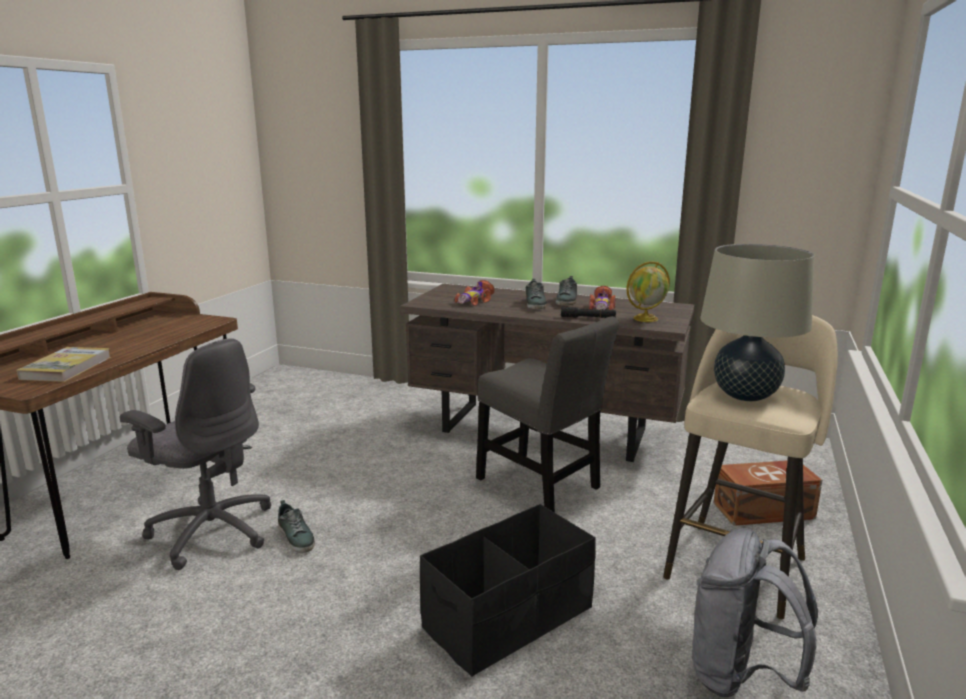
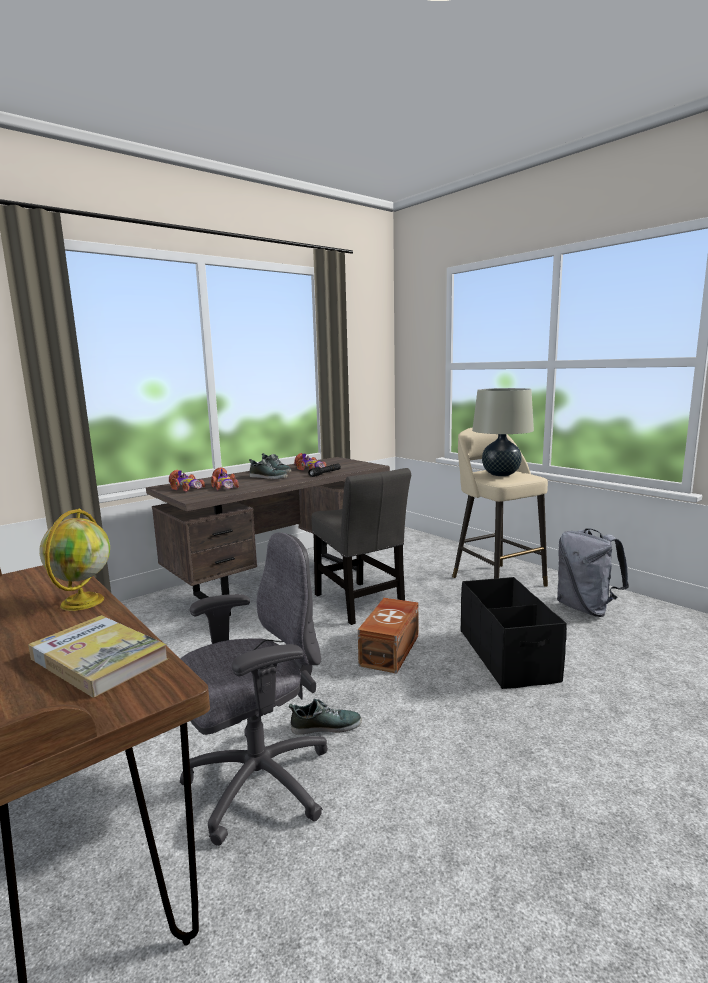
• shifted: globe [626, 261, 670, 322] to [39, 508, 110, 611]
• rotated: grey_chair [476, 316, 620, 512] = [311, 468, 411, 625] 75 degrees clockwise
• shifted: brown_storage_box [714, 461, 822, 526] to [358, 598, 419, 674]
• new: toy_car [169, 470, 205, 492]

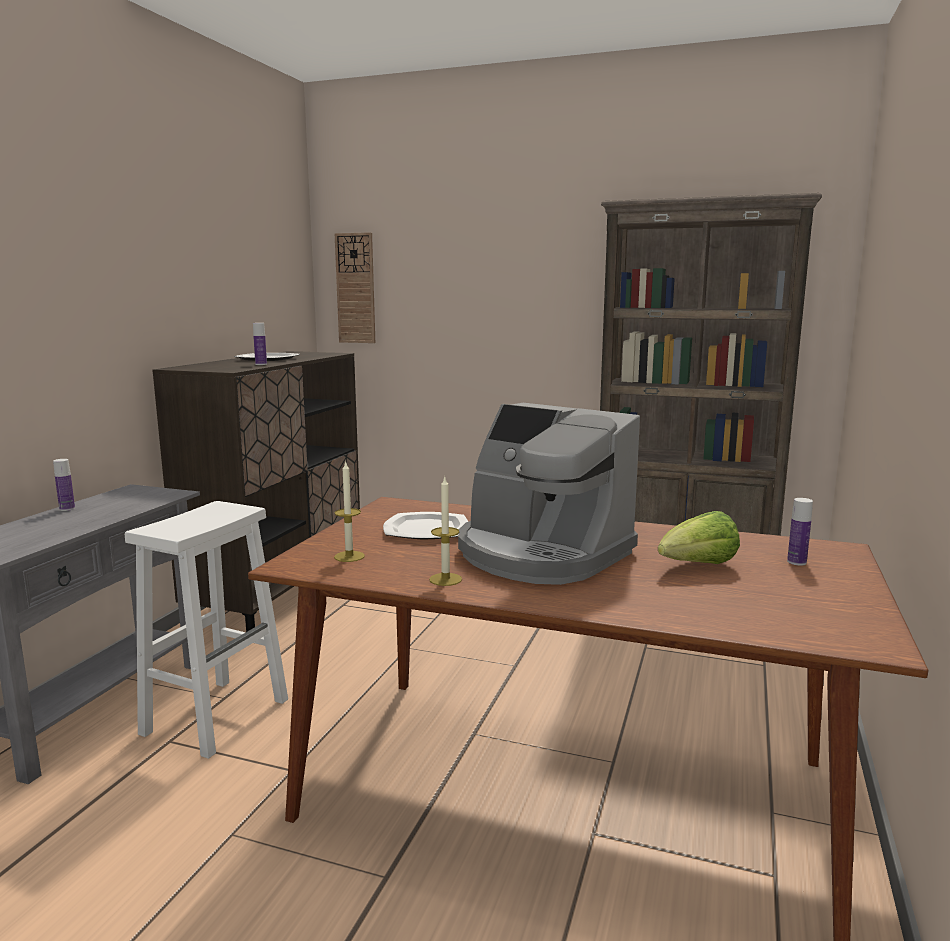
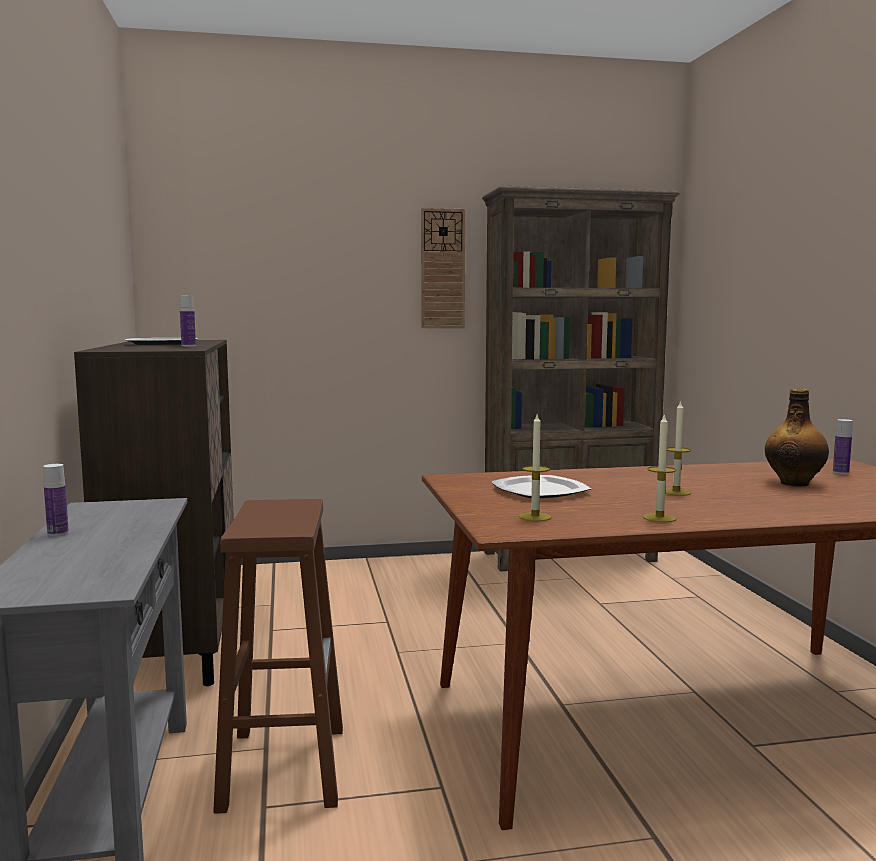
• shifted: wall_clock [335, 232, 375, 343] to [421, 208, 465, 328]
• swapped: coffee_machine [458, 403, 640, 585] to candle [665, 400, 691, 496]
• repainted: white_stool [125, 501, 288, 759] to brown_stool [213, 499, 343, 814]
• swapped: lettuce [658, 511, 740, 564] to bottle [765, 389, 829, 487]

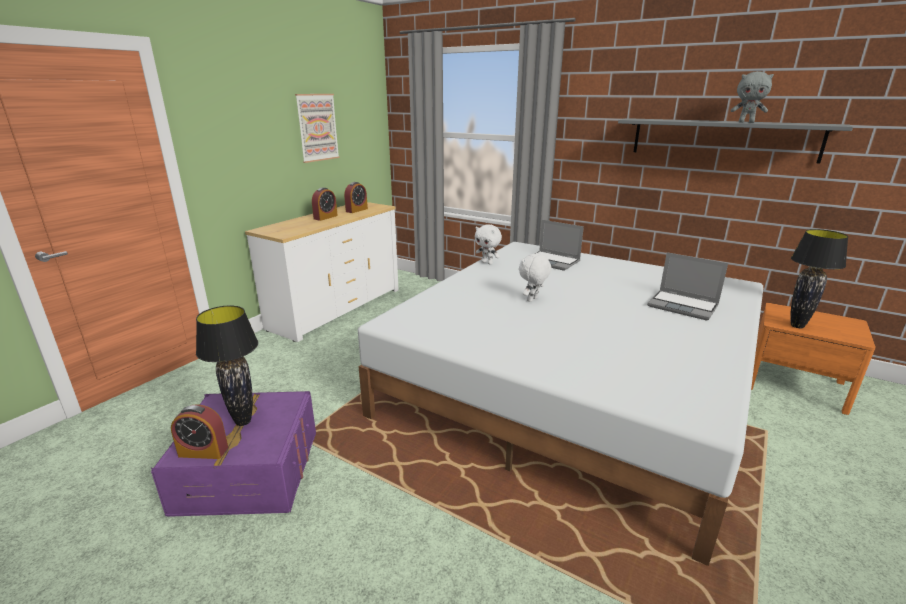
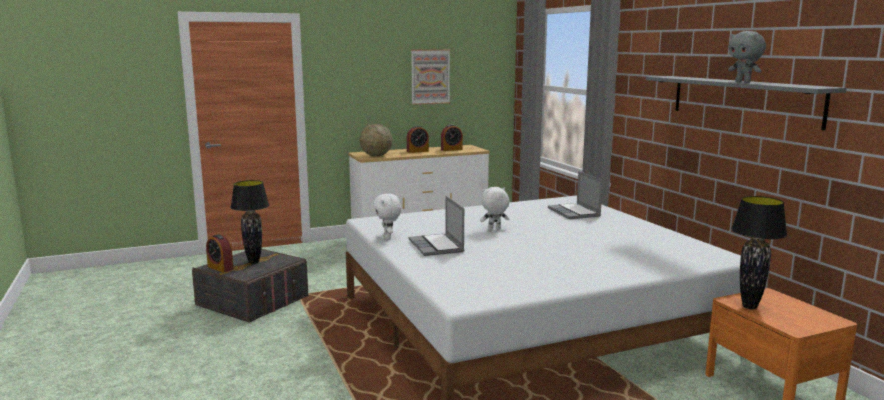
• shifted: white_plush_toy [475, 224, 502, 265] to [373, 194, 401, 240]
• shifted: laptop [647, 252, 728, 321] to [409, 196, 464, 256]
• repainted: purple_storage_box [151, 391, 316, 517] to grey_storage_box [192, 249, 308, 322]
• new: globe [360, 124, 392, 157]

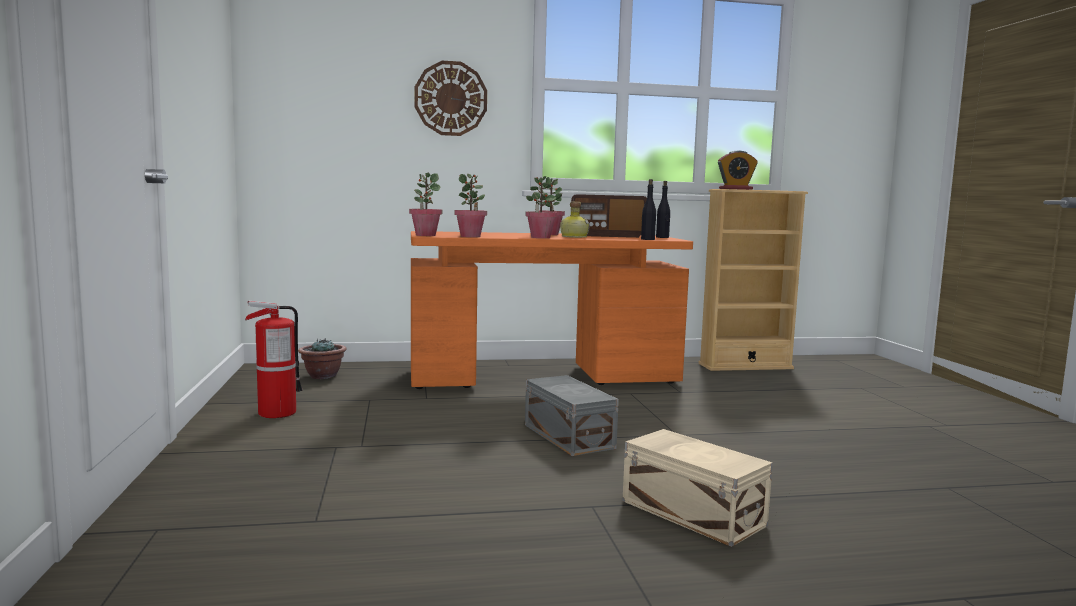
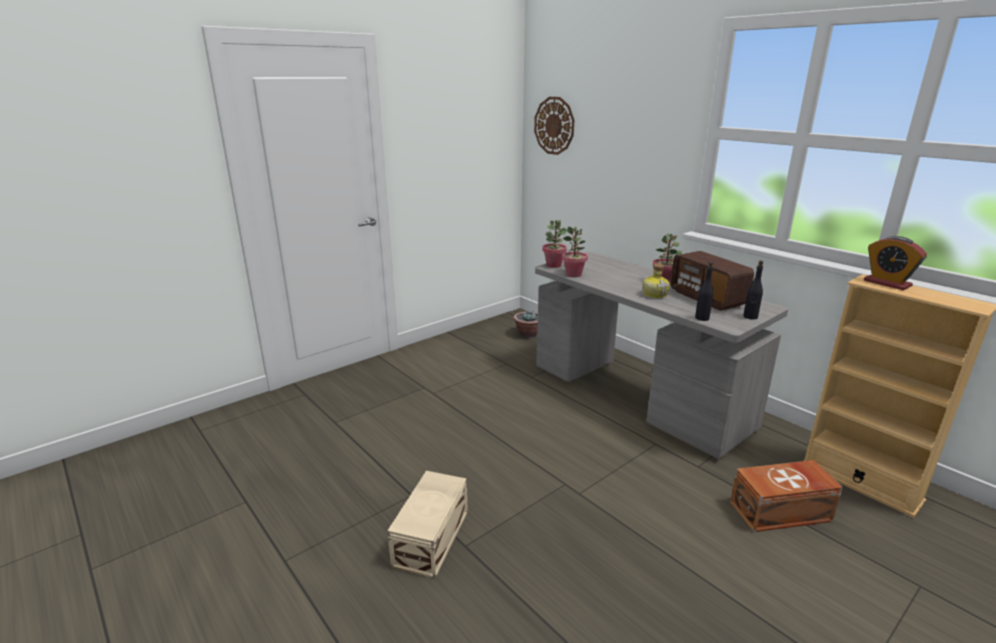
• shifted: wall_clock [414, 61, 487, 136] to [534, 97, 574, 155]
• gone: potted_plant [525, 176, 557, 238]
• repainted: orange_desk [411, 231, 693, 389] to grey_desk [535, 252, 788, 458]
• gone: fire_extinguisher [245, 301, 303, 418]
• gone: grey_storage_box [525, 375, 619, 456]
• new: brown_storage_box [730, 460, 843, 532]

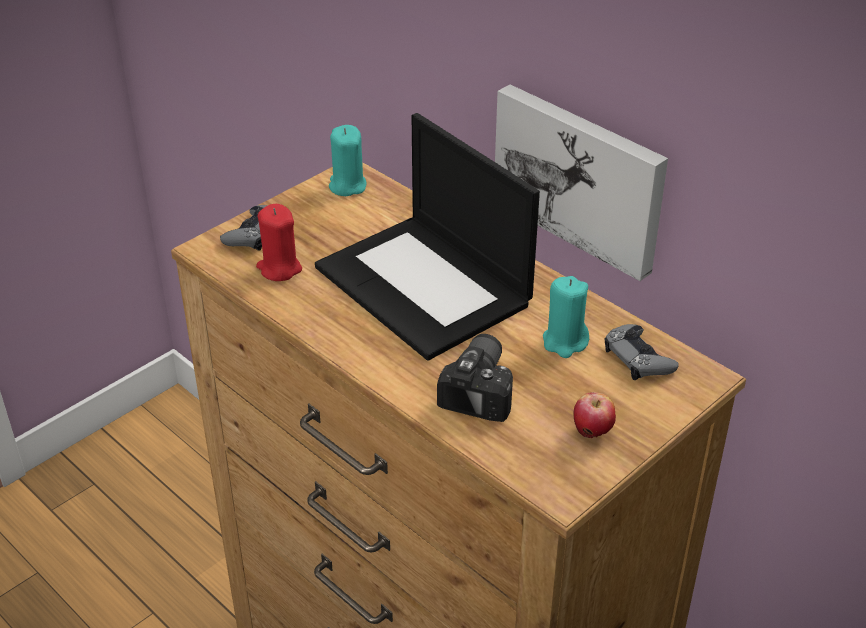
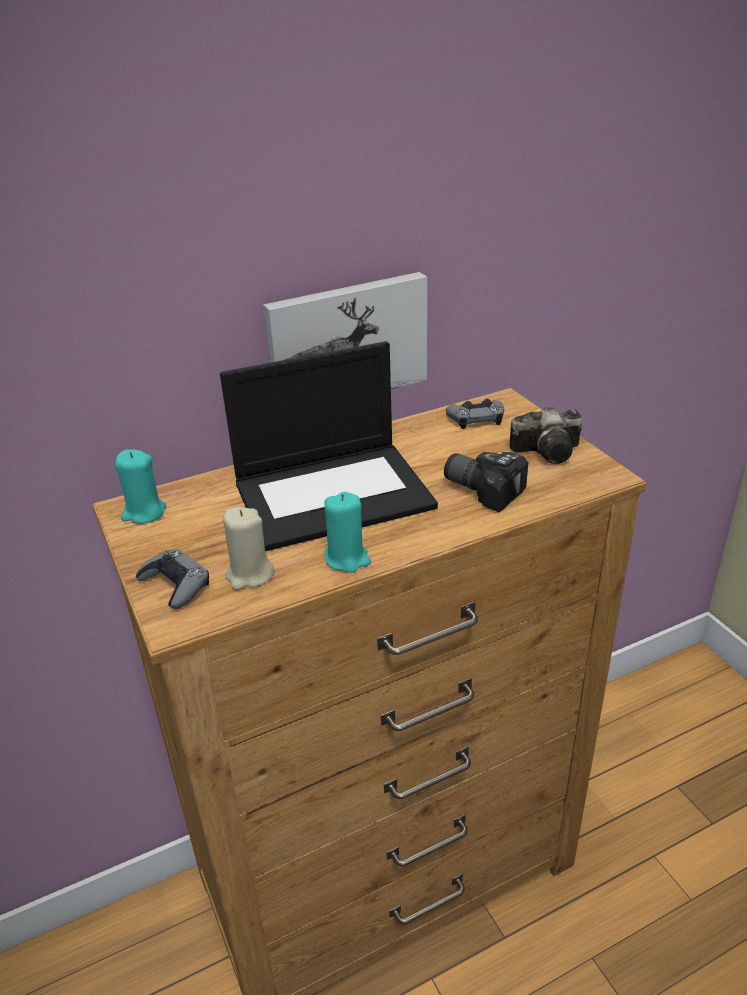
• repainted: red_candle [256, 204, 302, 281] to beige_candle [223, 507, 275, 590]
• shifted: turquoise_candle [543, 276, 589, 358] to [324, 492, 371, 573]
• swapped: apple [574, 392, 616, 438] to photo_camera [510, 407, 582, 464]

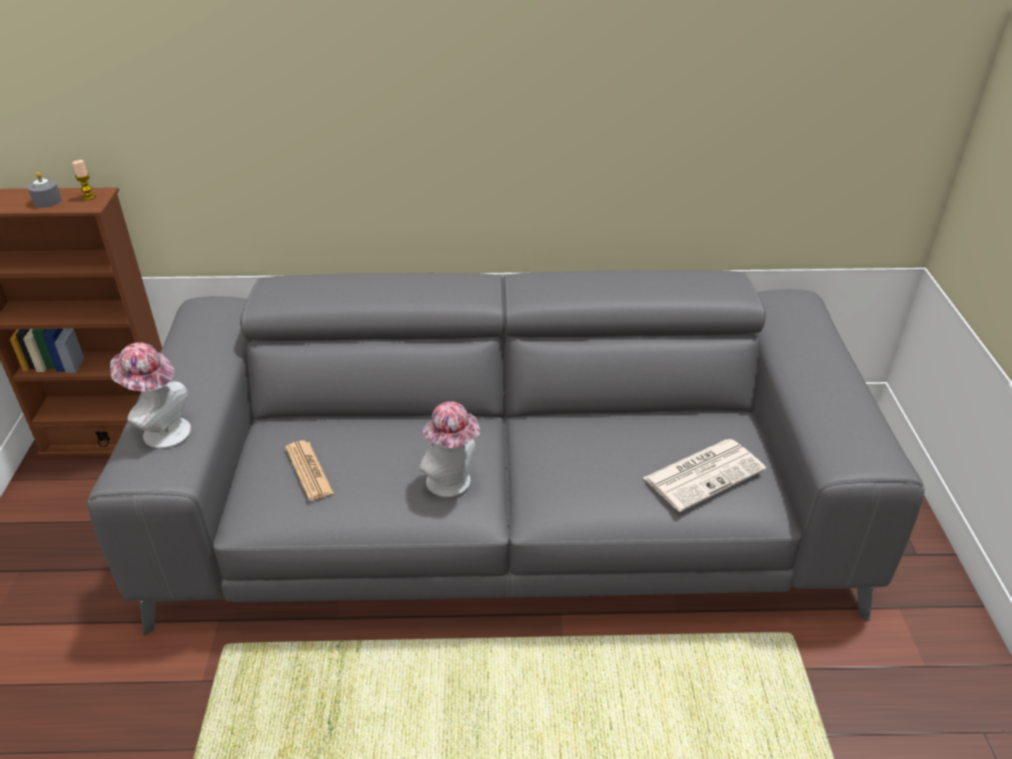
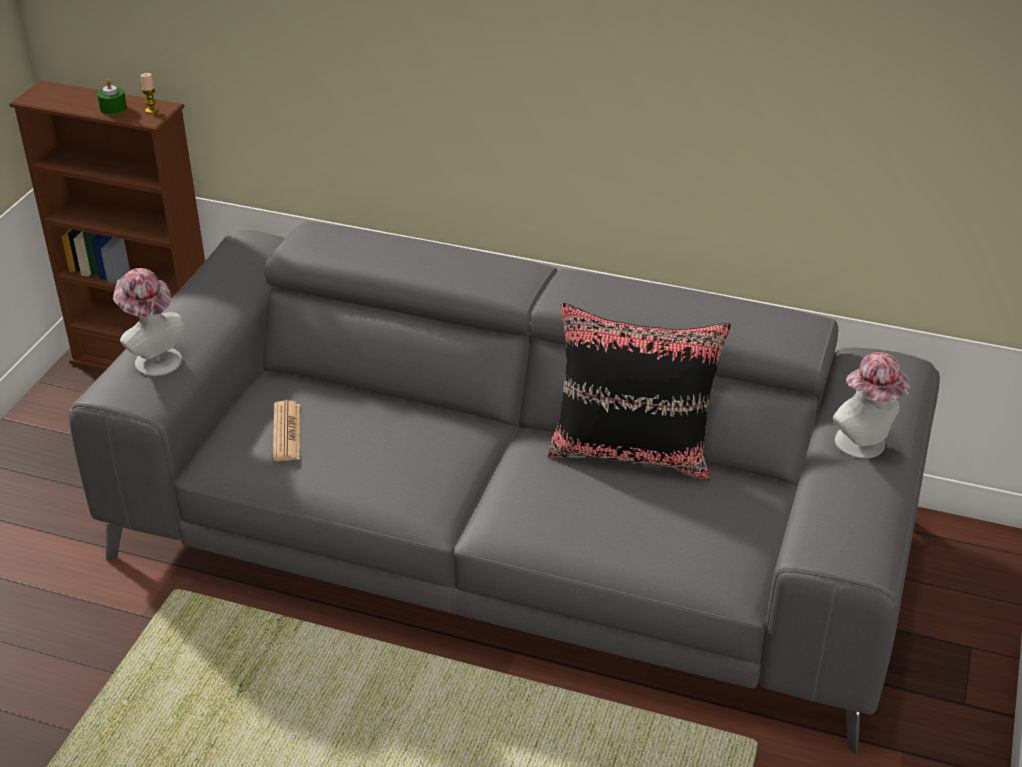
• repainted: grey_candle [28, 172, 62, 207] to green_candle [97, 79, 127, 115]
• shifted: hat [419, 401, 480, 497] to [833, 352, 910, 459]
• gone: newspaper [643, 439, 766, 512]
• new: black_pillow [547, 303, 731, 480]

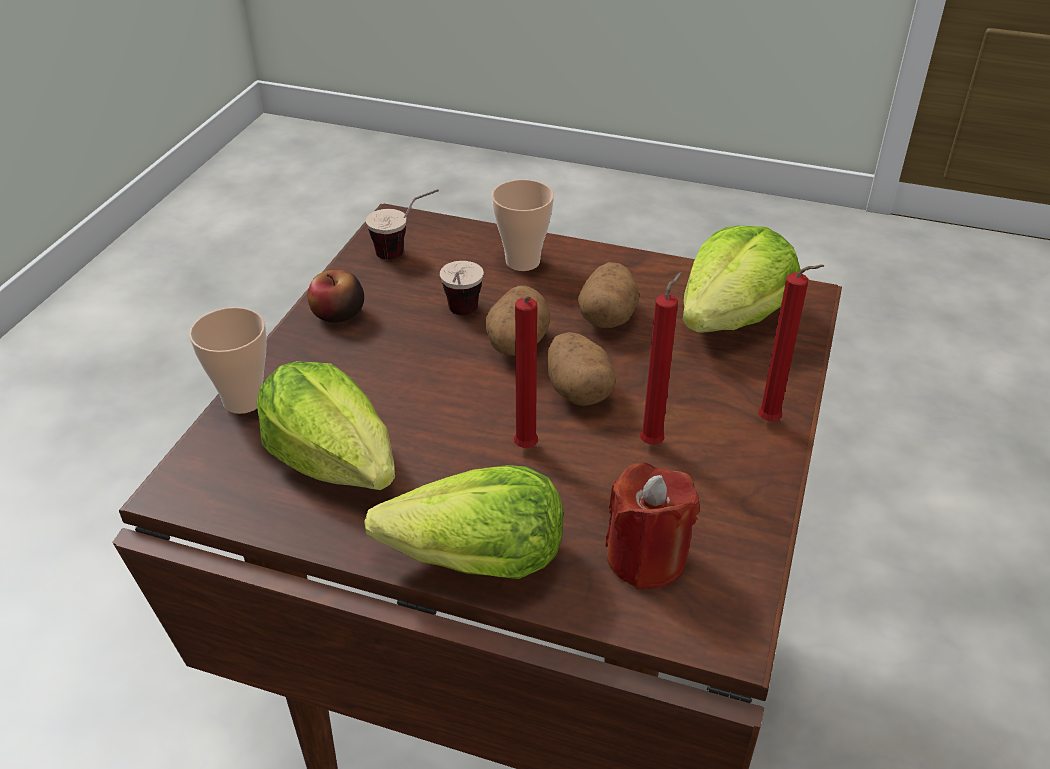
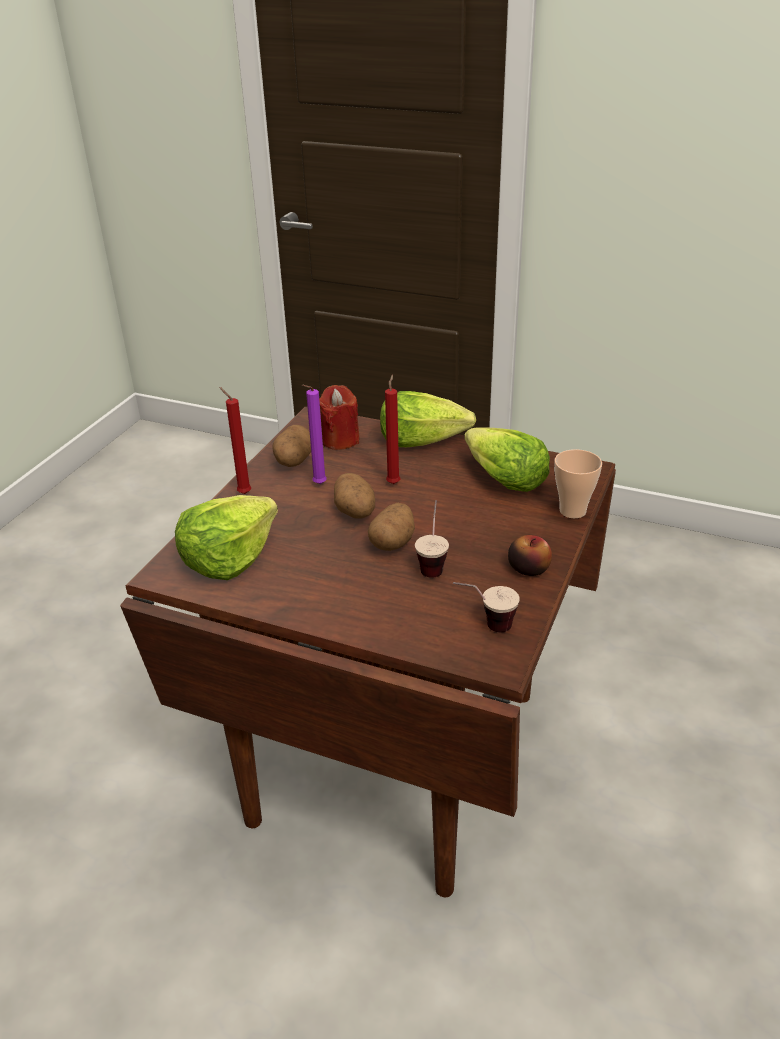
• gone: cup [492, 179, 554, 271]
• shifted: potato [578, 262, 639, 328] to [272, 425, 311, 467]
• repainted: red_candle [640, 272, 682, 444] to purple_candle [302, 385, 327, 484]

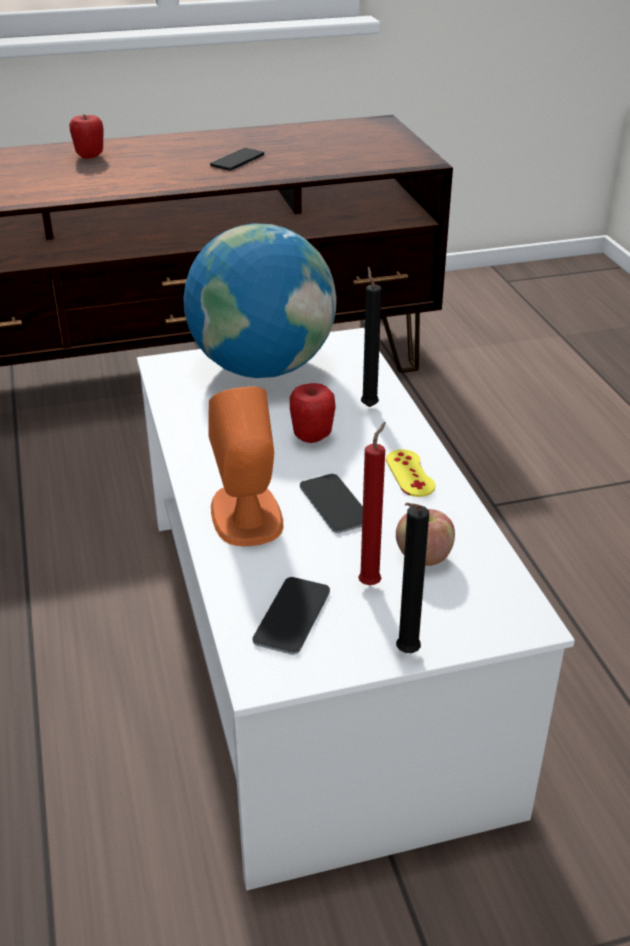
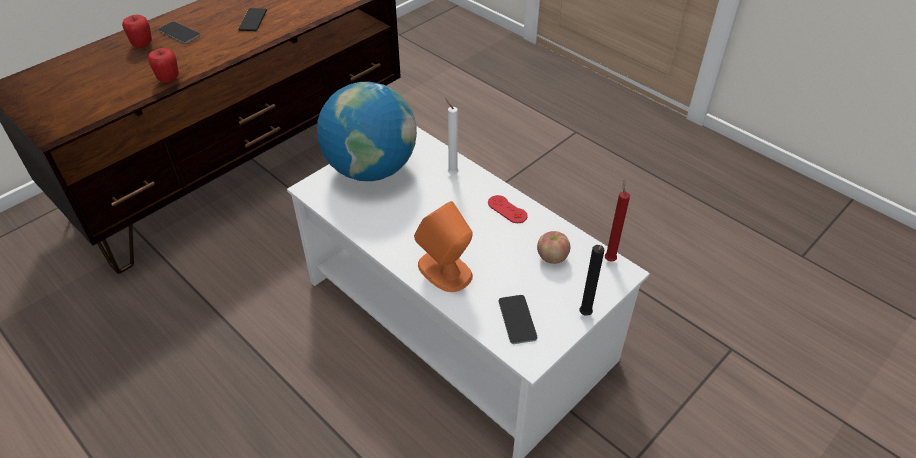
• repainted: black_candle [361, 267, 382, 407] to white_candle [445, 98, 458, 174]
• shifted: apple [290, 383, 336, 443] to [148, 48, 179, 83]
• shifted: red_candle [358, 422, 386, 585] to [604, 179, 630, 262]
• repainted: yellow_game_controller [386, 449, 435, 497] to red_game_controller [488, 195, 528, 223]
• shifted: phone [300, 474, 363, 533] to [158, 22, 200, 43]

